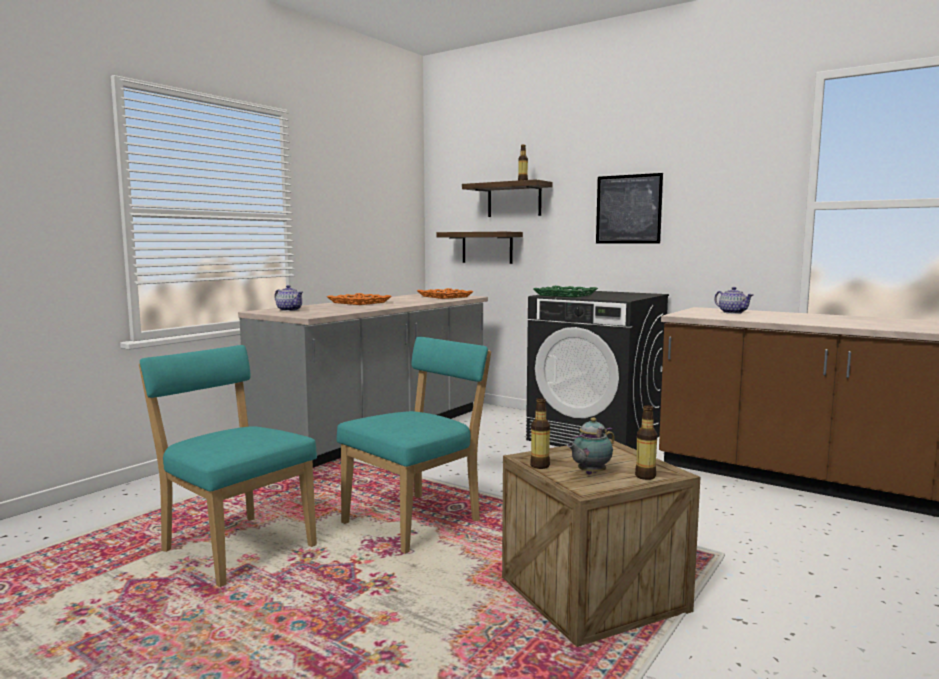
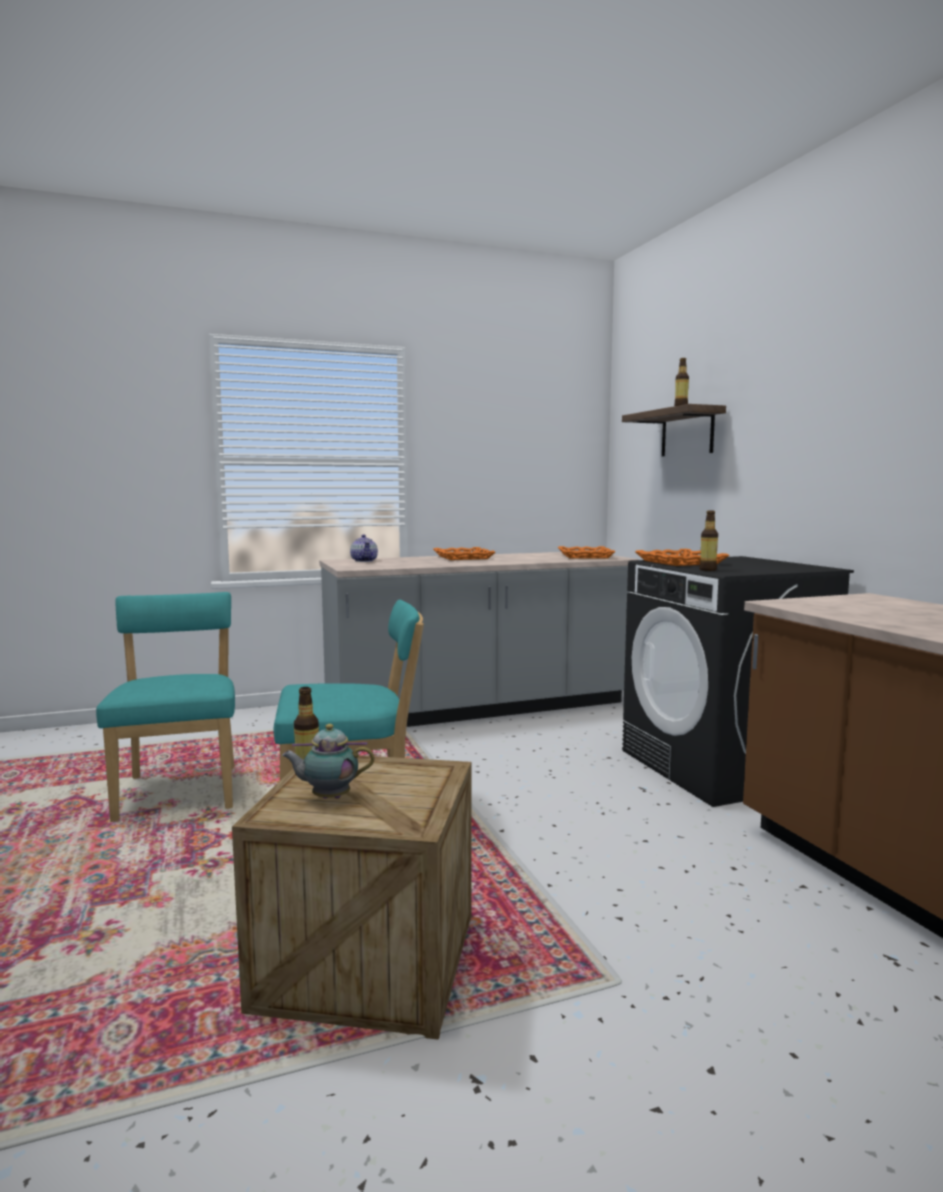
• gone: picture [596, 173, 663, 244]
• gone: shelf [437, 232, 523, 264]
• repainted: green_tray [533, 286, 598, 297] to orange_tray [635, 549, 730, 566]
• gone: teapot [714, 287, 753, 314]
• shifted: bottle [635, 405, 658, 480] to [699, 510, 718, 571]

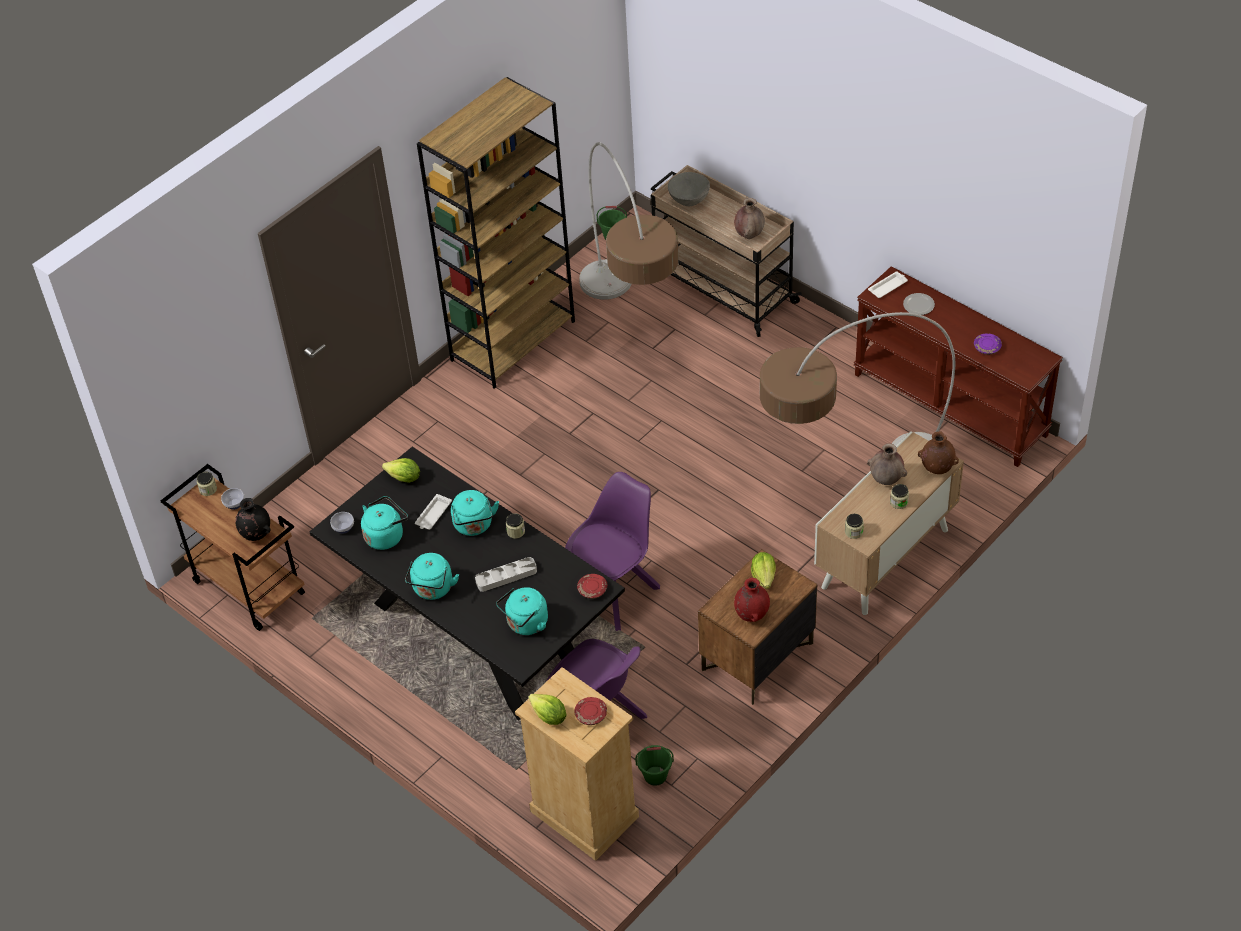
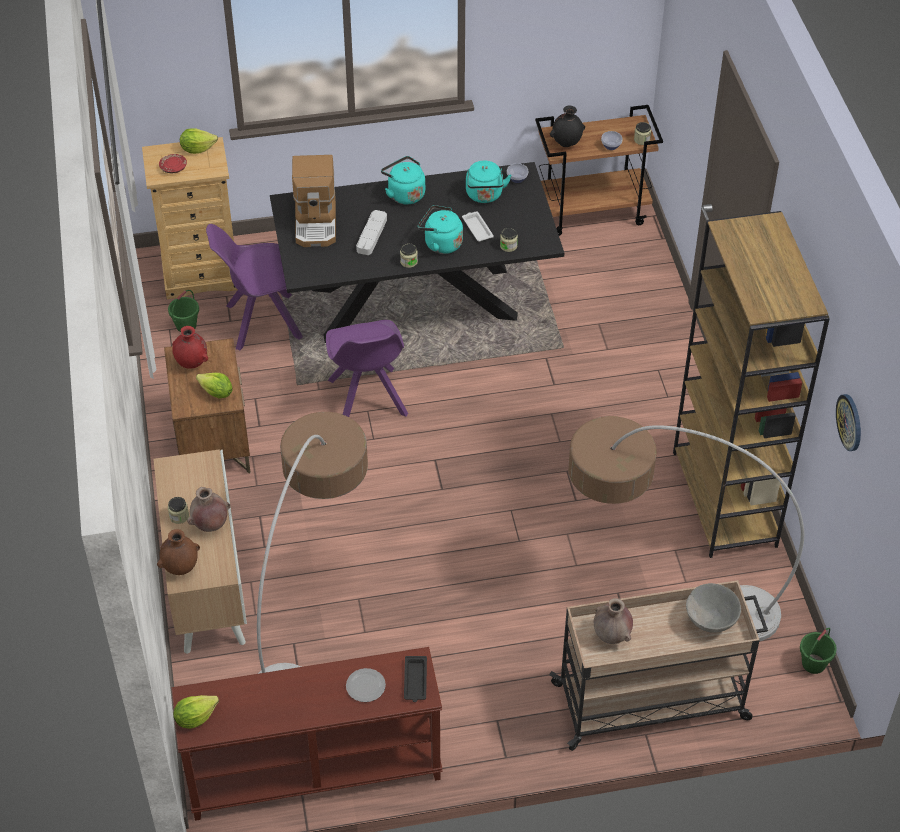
• repainted: white_tray [868, 272, 908, 298] to black_tray [404, 656, 427, 702]
• gone: purple_plate [974, 333, 1002, 355]
• shifted: lettuce [382, 458, 420, 483] to [173, 695, 219, 729]
• shifted: jar [845, 514, 864, 539] to [500, 228, 518, 252]
• gone: red_plate [577, 574, 607, 599]
• swapped: turquoise_kettle [496, 587, 548, 635] to coffee_machine [292, 155, 336, 247]
• new: wall_clock [836, 394, 861, 451]

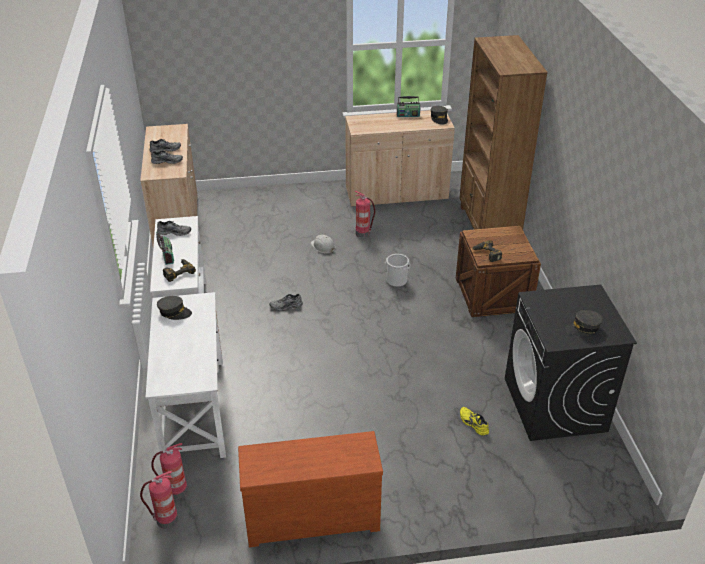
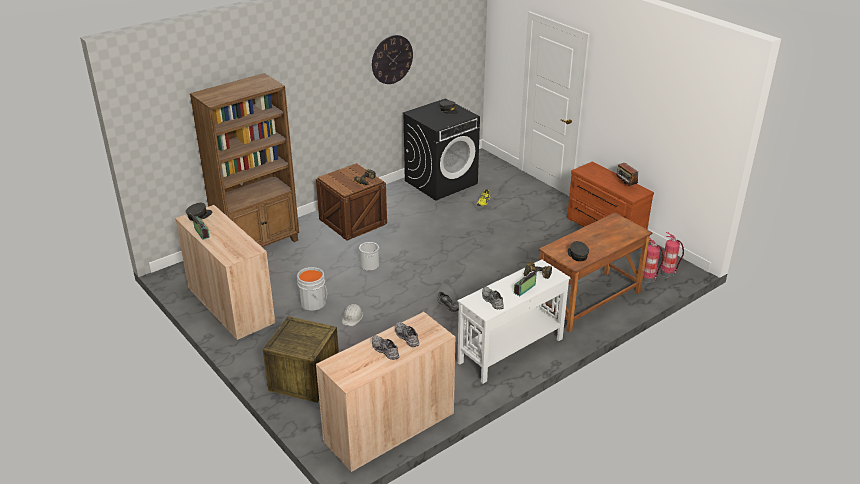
• swapped: fire_extinguisher [354, 191, 375, 238] to grey_bucket [297, 267, 327, 311]
• repainted: white_desk [145, 292, 226, 458] to brown_desk [539, 213, 652, 332]
• new: wall_clock [372, 35, 413, 84]
• new: radio [616, 163, 638, 186]
• new: crate [263, 316, 339, 403]

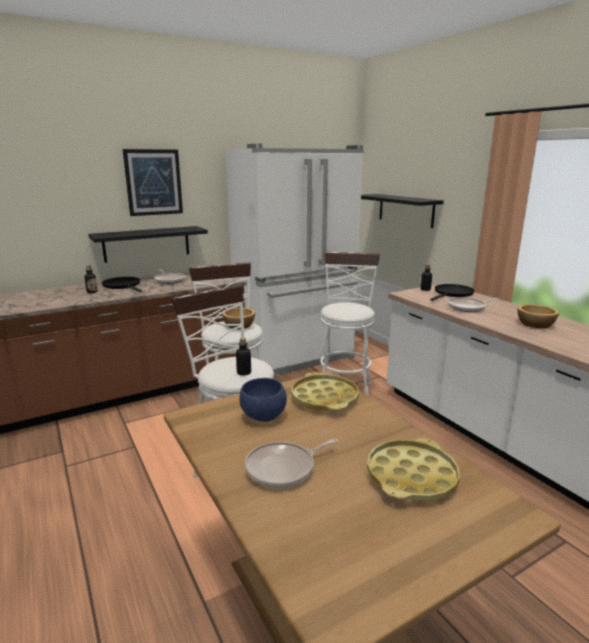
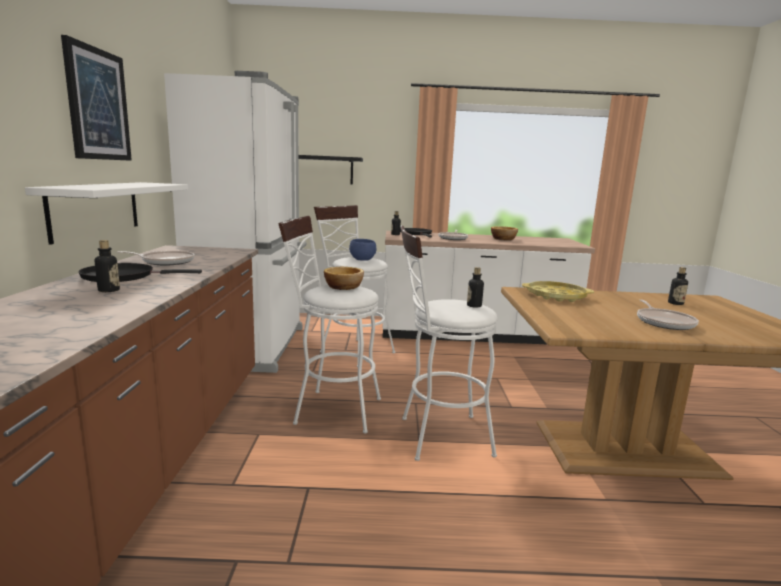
• repainted: black_shelf [88, 226, 208, 263] to white_shelf [25, 182, 188, 245]
• shifted: blue_bowl [240, 378, 287, 422] to [349, 239, 376, 261]
• swapped: yellow_tray [367, 438, 460, 501] to bottle [668, 267, 688, 305]

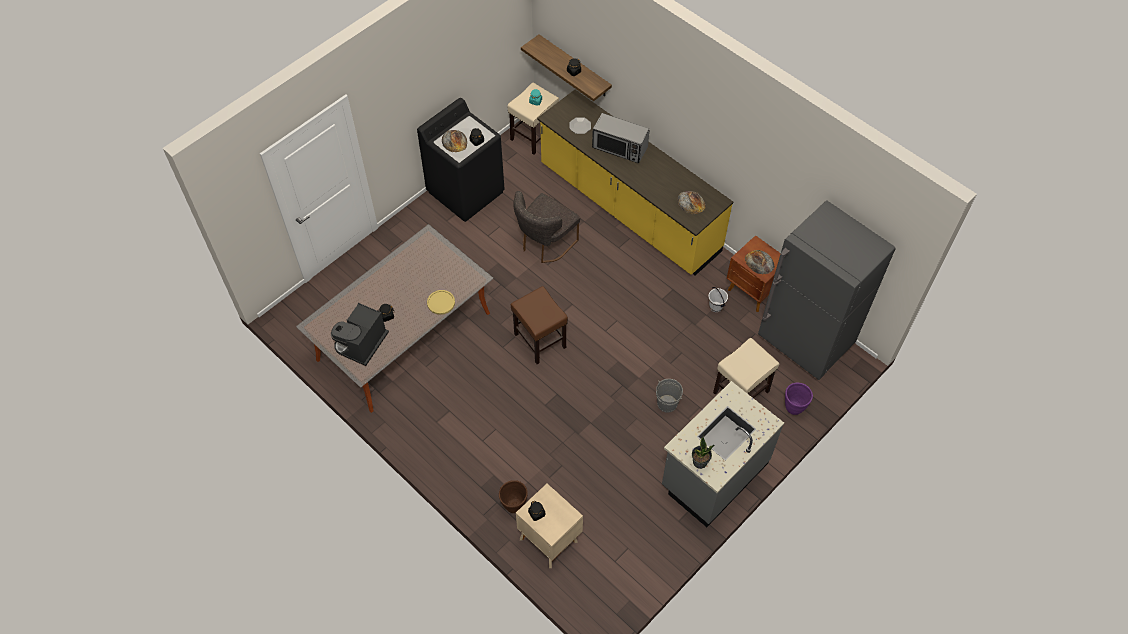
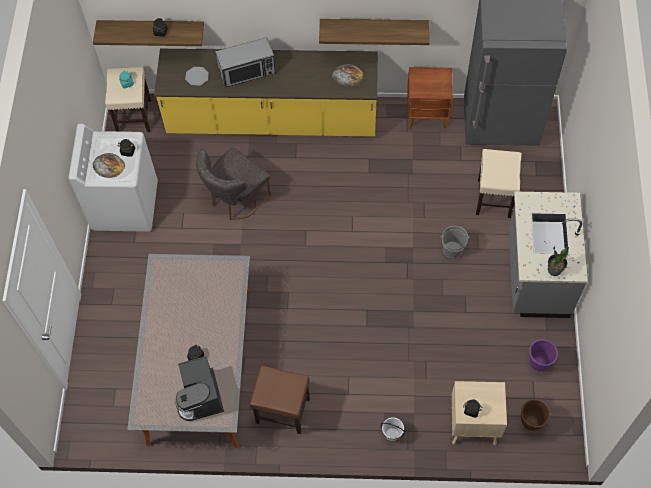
• repainted: black_washing_machine [417, 98, 504, 222] to white_washing_machine [69, 124, 158, 232]
• rotated: grey_chair [513, 191, 580, 263] = [196, 147, 271, 220] 45 degrees clockwise
• gone: bread [745, 250, 775, 274]
• shifted: brown_stool [511, 286, 568, 364] to [250, 365, 310, 434]
• shifted: white_bucket [708, 287, 728, 312] to [380, 417, 405, 442]
• gone: yellow_plate [427, 290, 455, 315]
• shifted: purple_planter [785, 383, 813, 415] to [529, 339, 558, 371]
• shifted: brown_planter [499, 480, 528, 513] to [521, 399, 550, 431]
• new: shelf [319, 19, 430, 45]

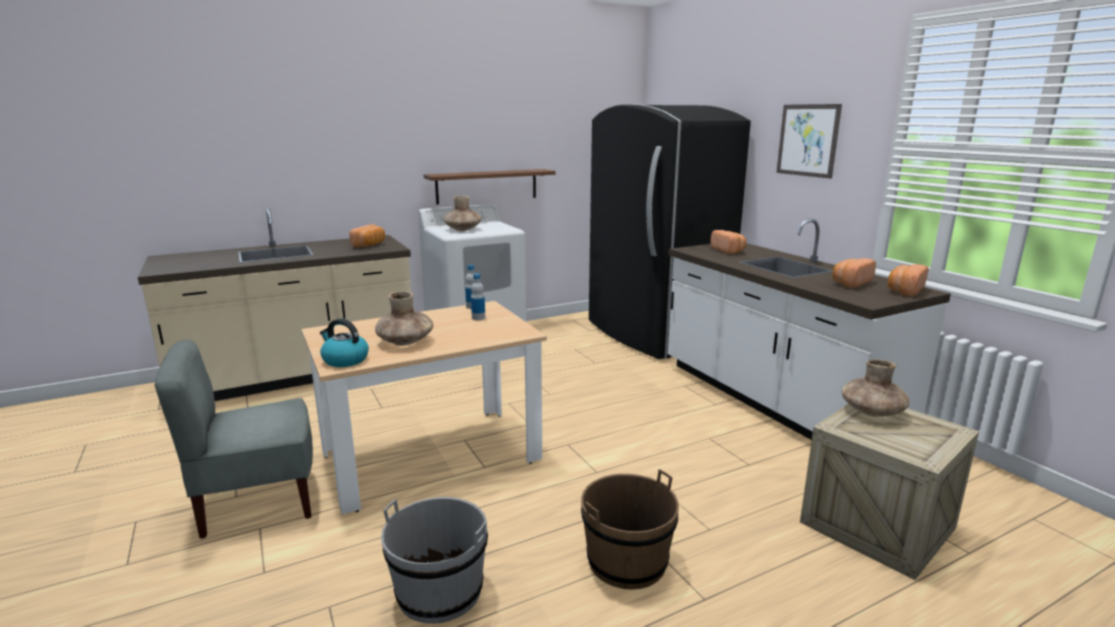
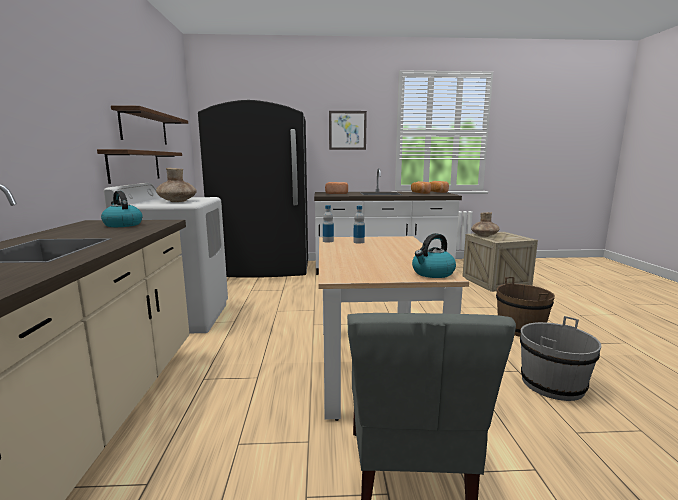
• swapped: bread [349, 224, 385, 247] to kettle [101, 191, 142, 227]
• gone: brown_vase [375, 291, 433, 346]
• new: shelf [111, 105, 188, 145]

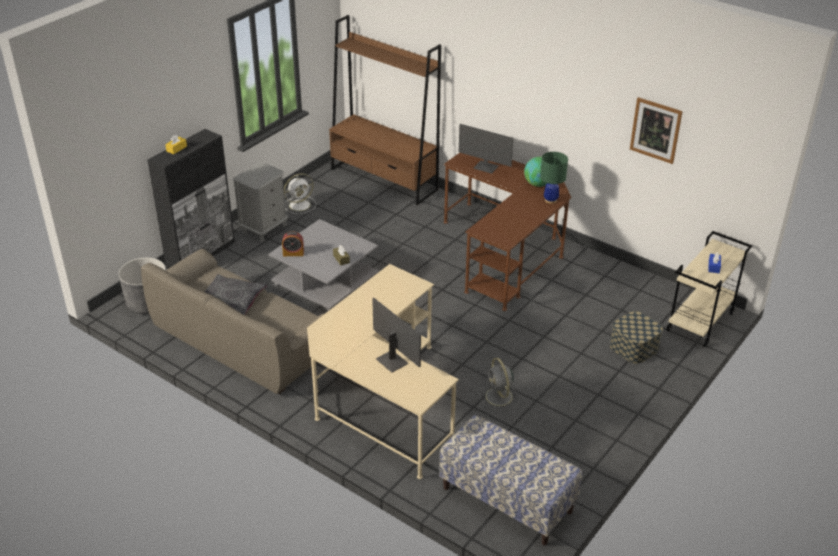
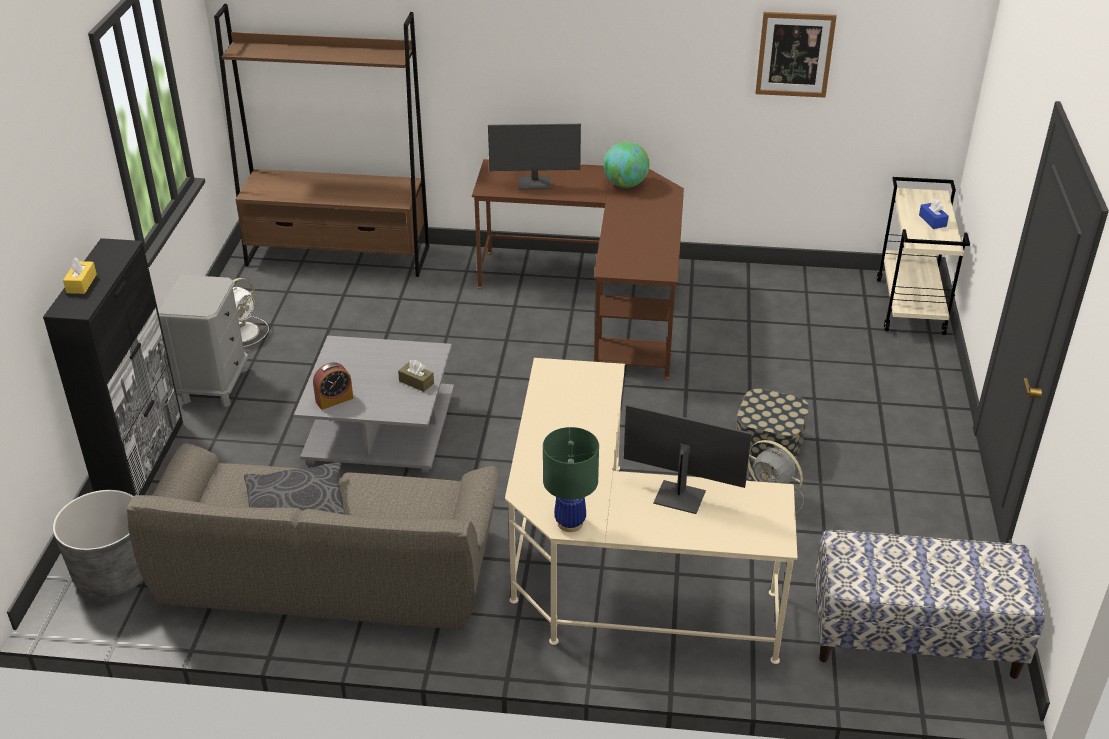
• shifted: green_table_lamp [540, 152, 568, 204] to [543, 427, 599, 532]
• shifted: storage_box [610, 311, 663, 364] to [736, 388, 809, 462]

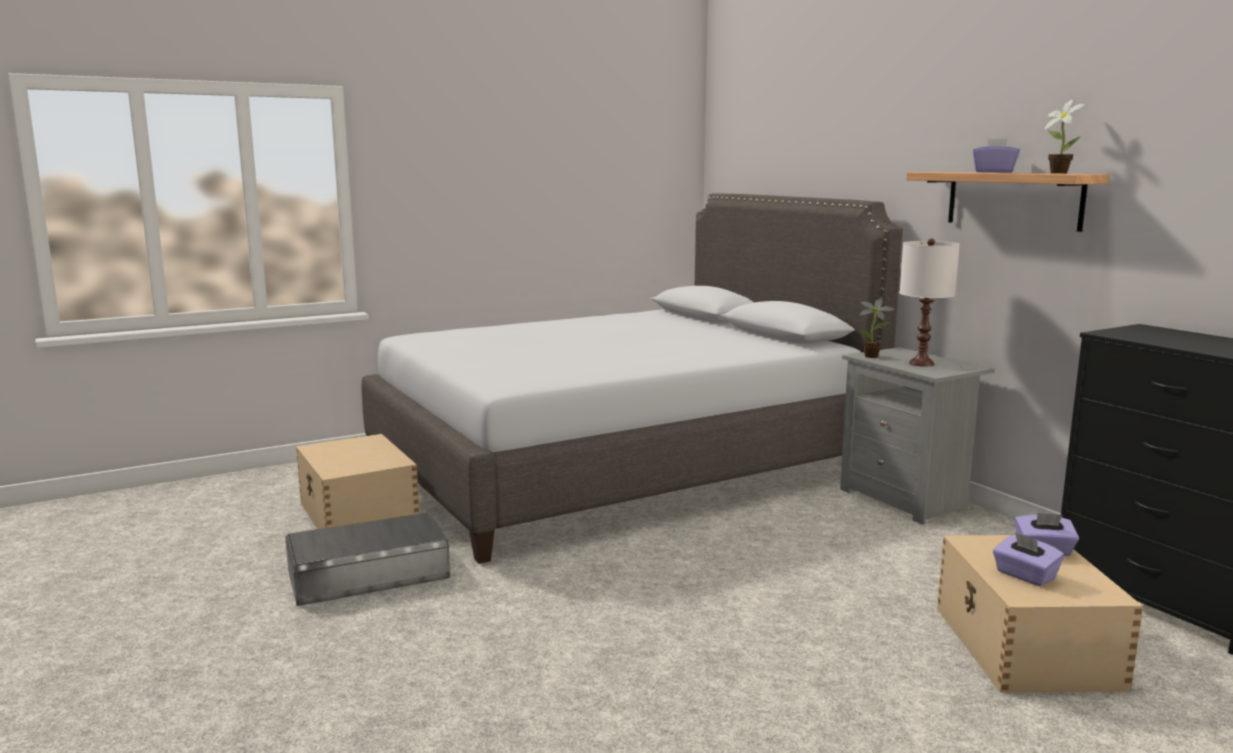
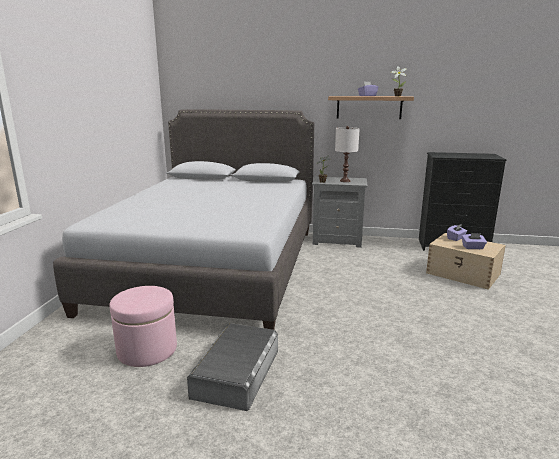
• swapped: beige_storage_box [296, 434, 419, 529] to pink_ottoman [109, 286, 177, 367]

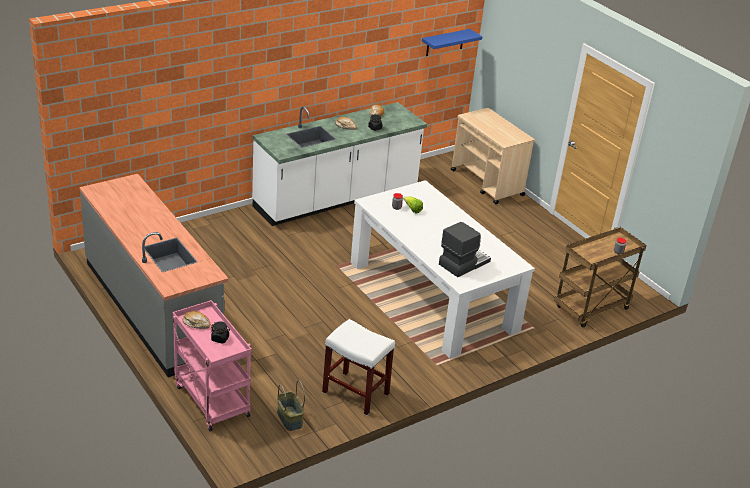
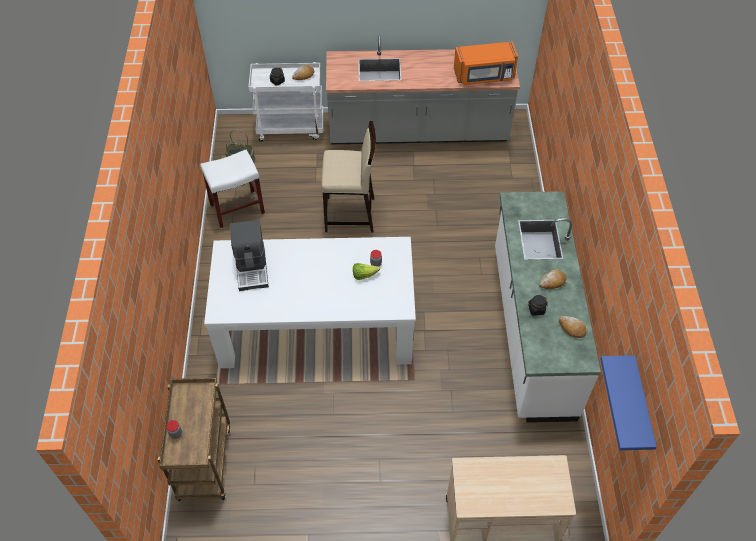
• repainted: pink_cart [173, 300, 252, 431] to white_cart [249, 62, 324, 142]
• new: orange_microwave [454, 41, 518, 85]
• new: beige_stool [321, 121, 376, 233]

